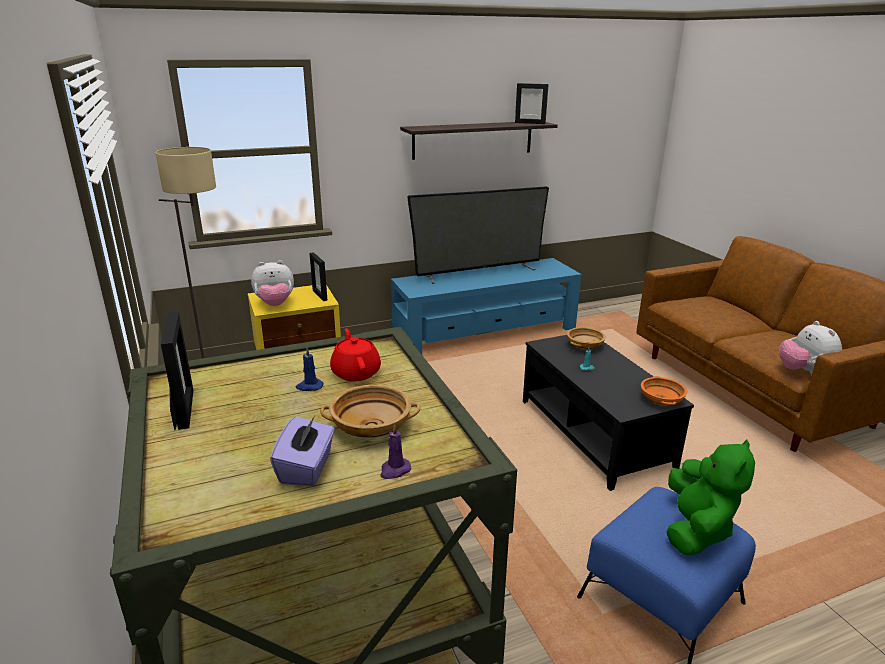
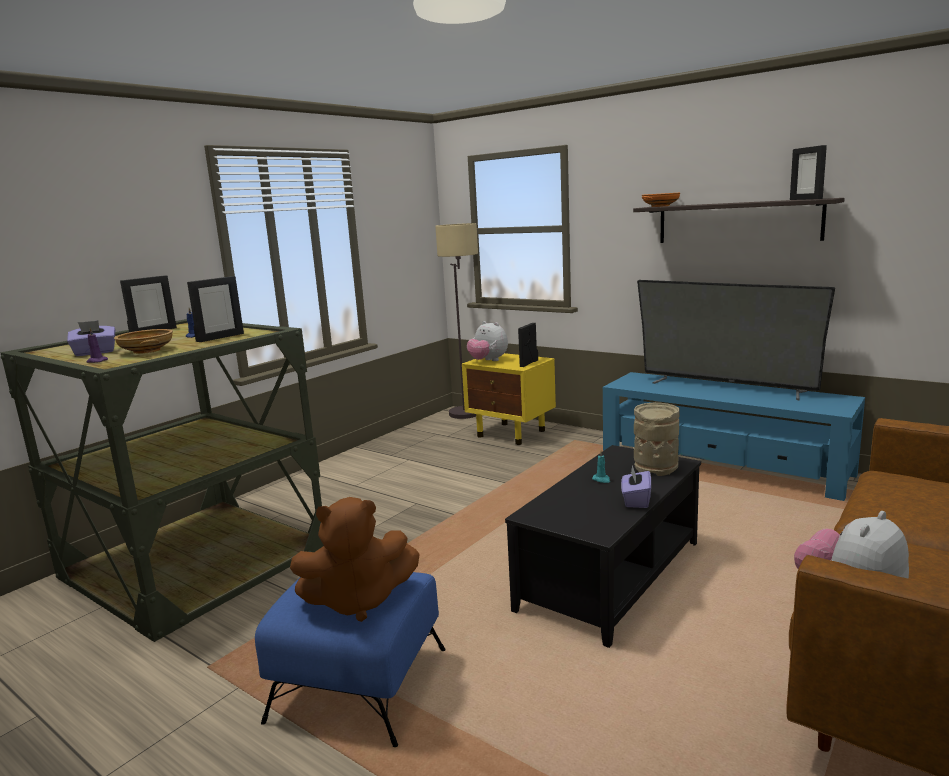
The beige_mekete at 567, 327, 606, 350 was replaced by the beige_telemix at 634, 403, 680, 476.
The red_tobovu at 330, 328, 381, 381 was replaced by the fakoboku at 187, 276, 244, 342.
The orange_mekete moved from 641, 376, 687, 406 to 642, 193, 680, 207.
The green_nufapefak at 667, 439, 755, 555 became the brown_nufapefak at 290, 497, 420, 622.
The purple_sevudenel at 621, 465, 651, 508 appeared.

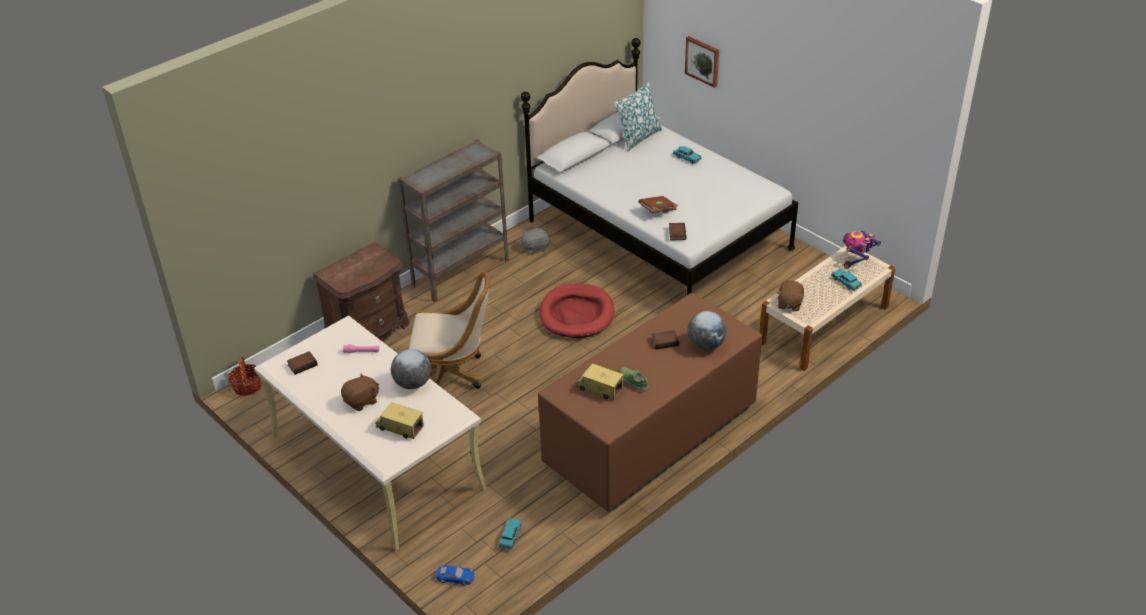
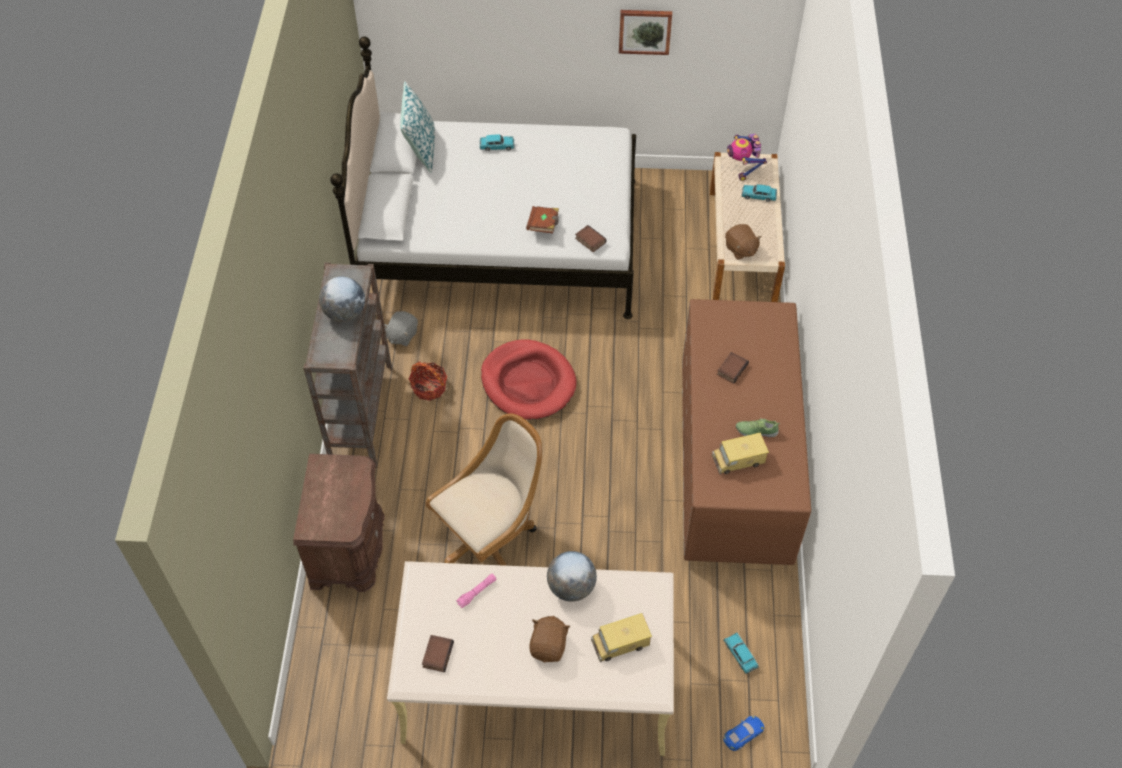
The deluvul moved from 685, 36, 719, 88 to 619, 10, 672, 55.
The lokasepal moved from 687, 311, 727, 350 to 319, 276, 365, 322.
The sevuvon moved from 228, 357, 262, 396 to 409, 361, 447, 401.

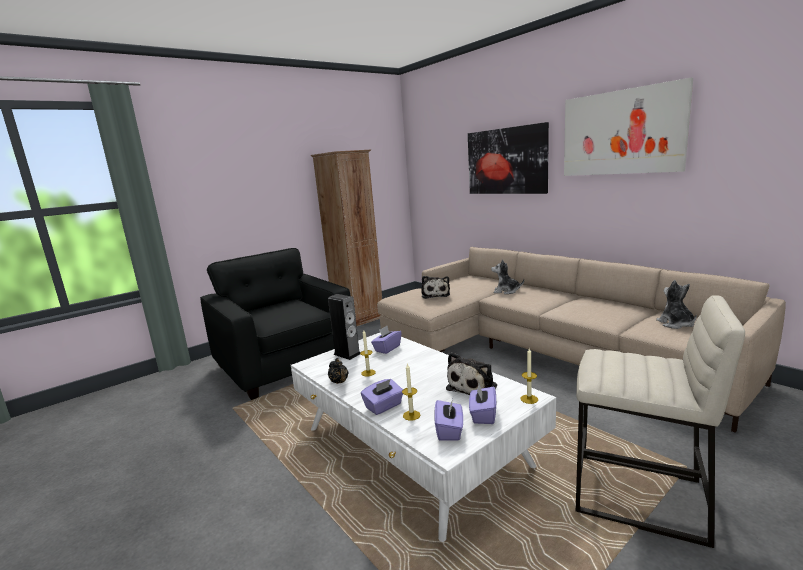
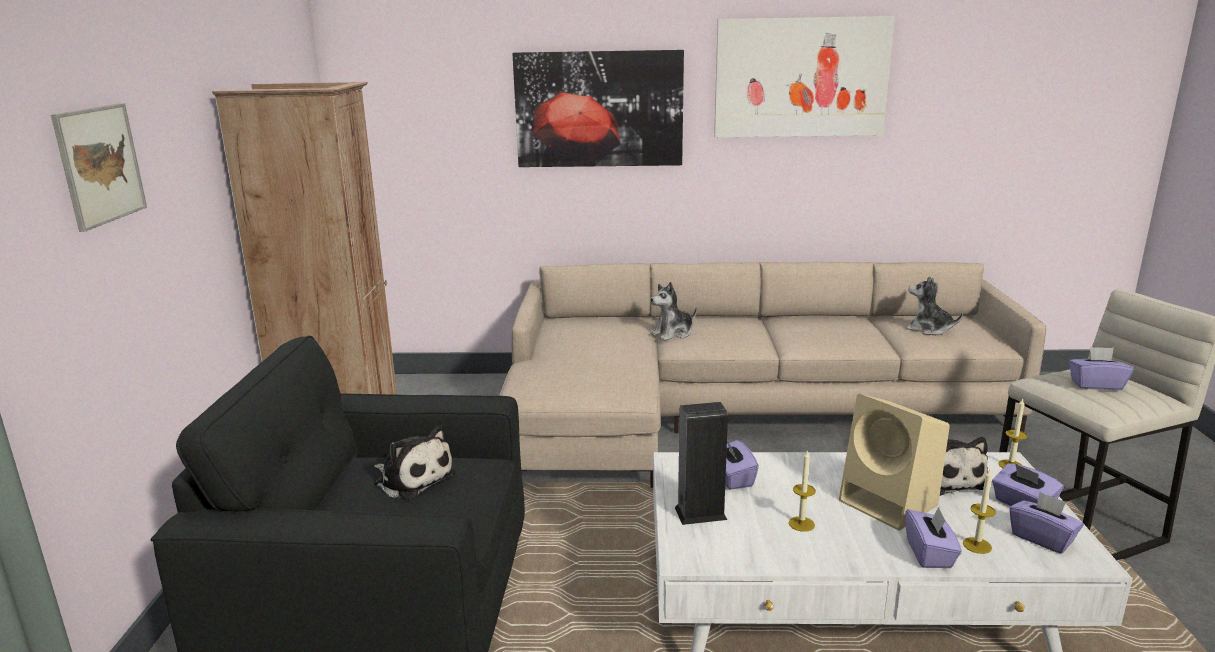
The nufapefak moved from 421, 276, 450, 299 to 374, 426, 455, 500.
The black_tobovu at 328, 358, 348, 384 disappeared.
The deluvul at 51, 103, 147, 232 appeared.
The purple_sevudenel at 1069, 347, 1134, 390 appeared.
The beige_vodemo at 839, 394, 950, 531 appeared.

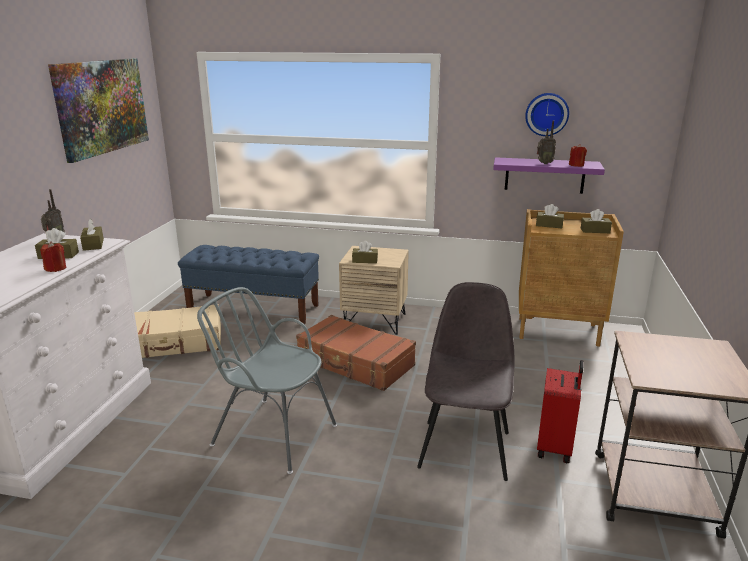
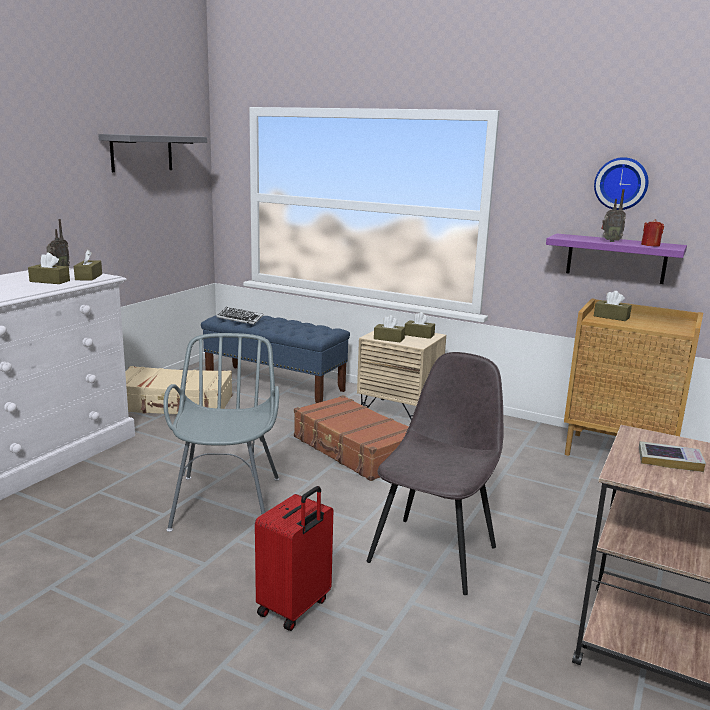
The deluvul at 48, 58, 149, 163 was replaced by the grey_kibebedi at 98, 134, 207, 172.
The brown_sevudenel moved from 581, 209, 612, 233 to 405, 312, 435, 339.
The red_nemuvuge at 40, 241, 66, 272 disappeared.
The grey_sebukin at 197, 287, 337, 474 turned 45 degrees clockwise.
The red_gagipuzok moved from 537, 360, 583, 464 to 255, 486, 333, 631.
The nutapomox at 216, 307, 264, 325 appeared.
The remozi at 639, 441, 706, 472 appeared.

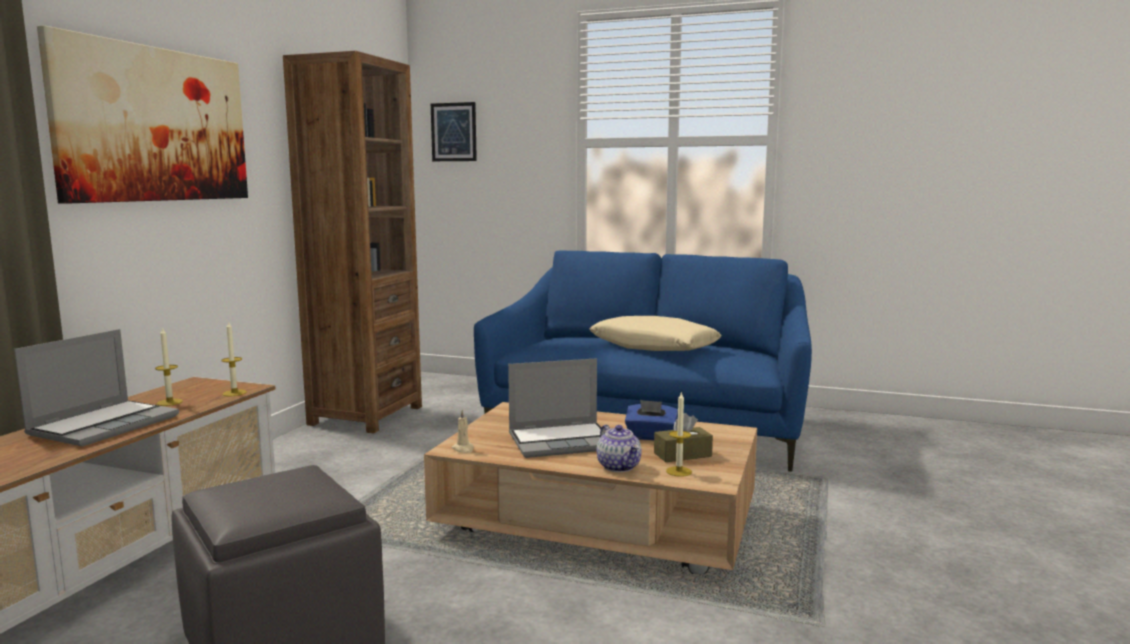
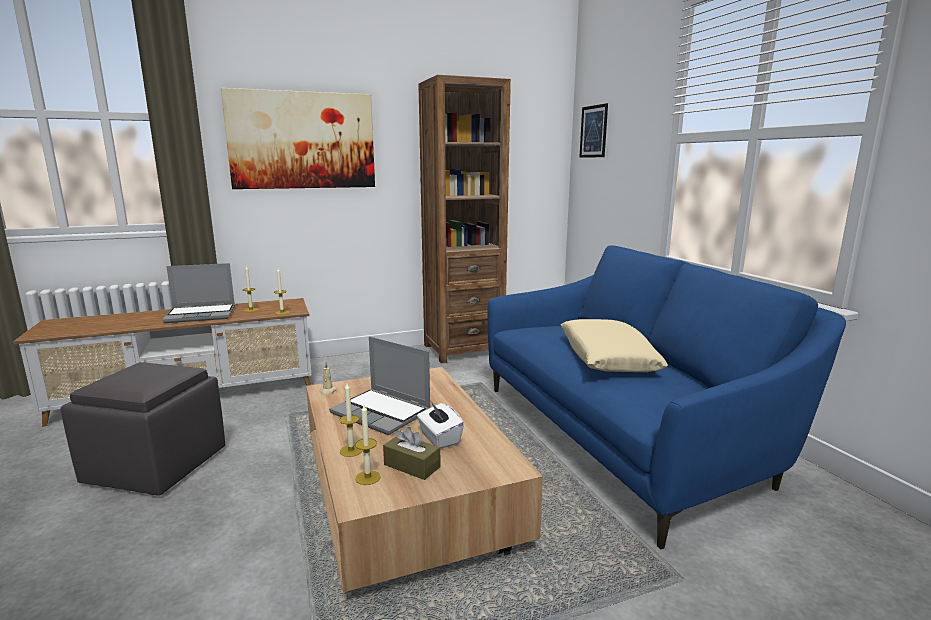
The blue_sevudenel at 625, 400, 678, 440 became the white_sevudenel at 417, 401, 464, 449.
The tobovu at 596, 425, 641, 472 was replaced by the nemuvuge at 339, 383, 363, 457.

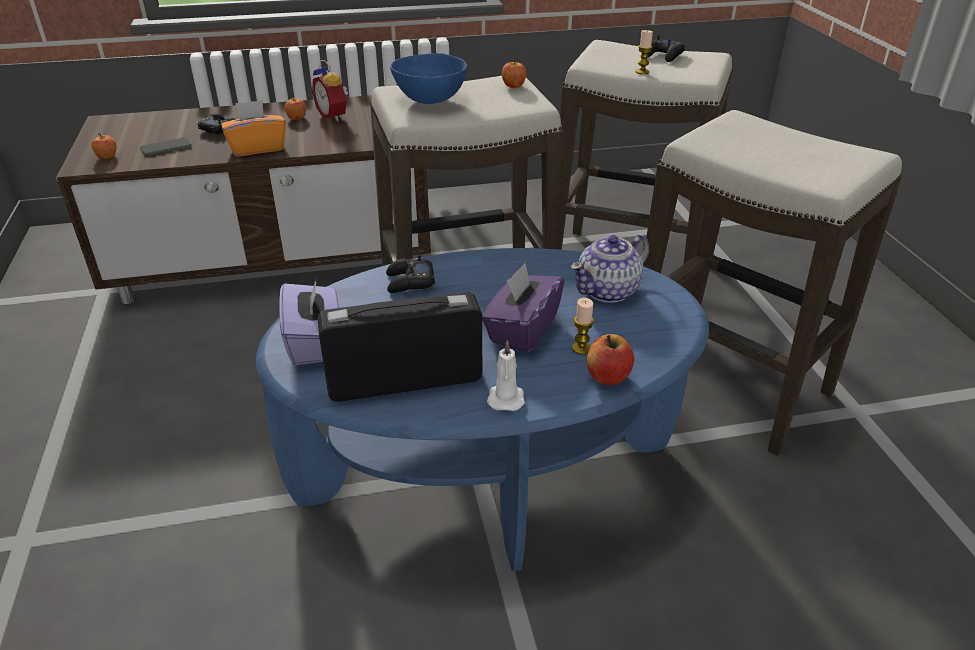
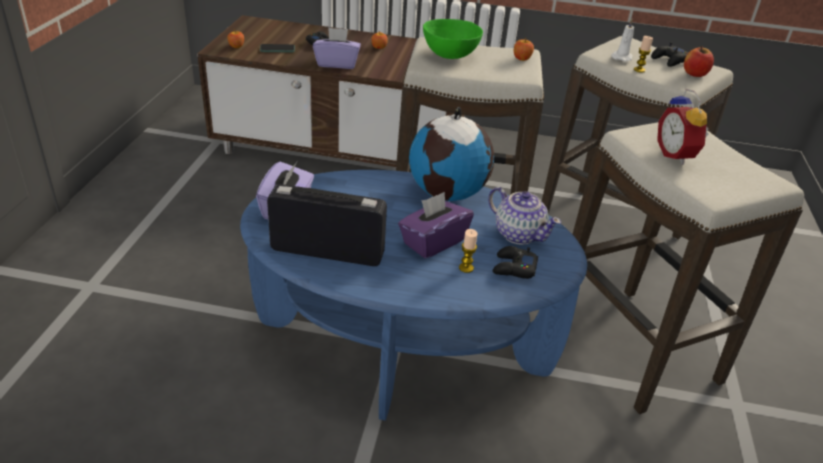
The blue_mekete at 390, 53, 467, 104 became the green_mekete at 423, 19, 483, 59.
The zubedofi moved from 312, 60, 348, 121 to 657, 89, 709, 165.
The orange_sevudenel at 221, 100, 286, 156 became the purple_sevudenel at 313, 27, 361, 69.
The tobovu at 571, 234, 649, 303 turned 120 degrees counterclockwise.
The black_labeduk moved from 386, 255, 435, 293 to 493, 246, 538, 279.
The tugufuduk moved from 587, 334, 634, 385 to 684, 46, 714, 77.
The white_nemuvuge moved from 487, 340, 525, 411 to 611, 19, 634, 62.
The lokasepal at 409, 107, 494, 201 appeared.

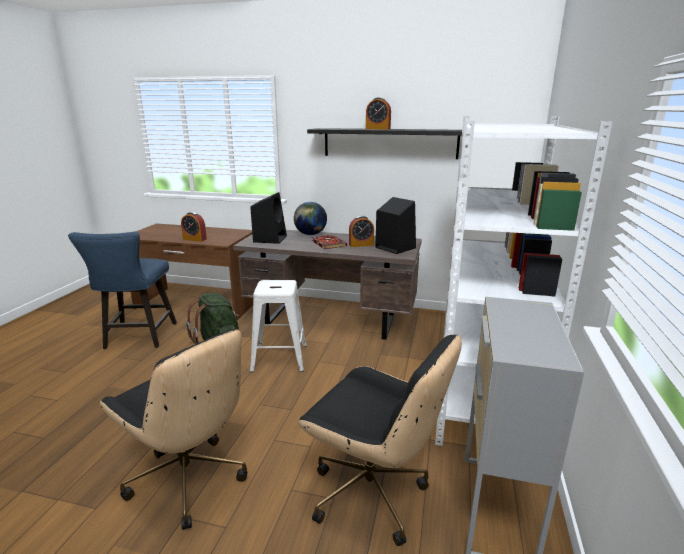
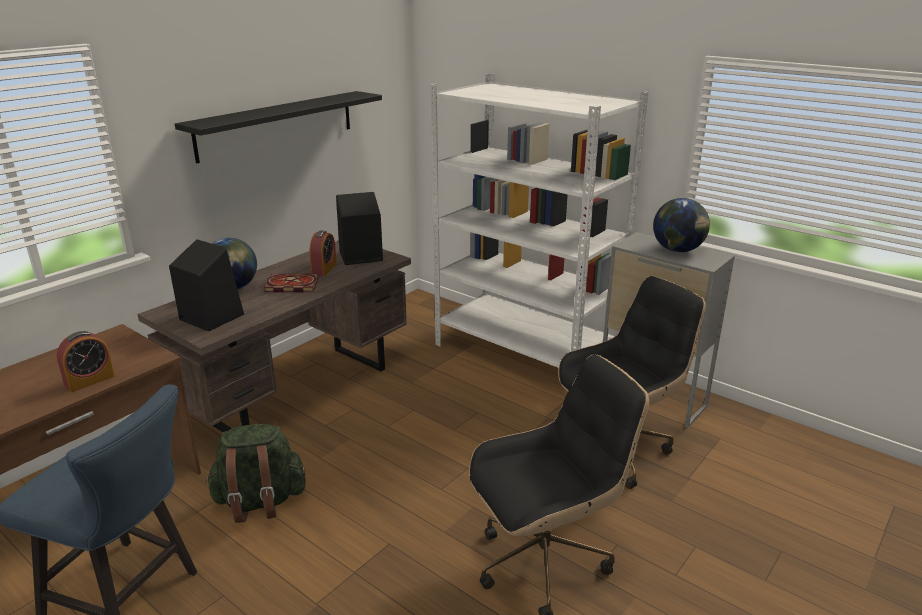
The zubedofi at 366, 97, 391, 130 disappeared.
The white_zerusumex at 250, 280, 307, 372 disappeared.
The lokasepal at 653, 198, 710, 252 appeared.

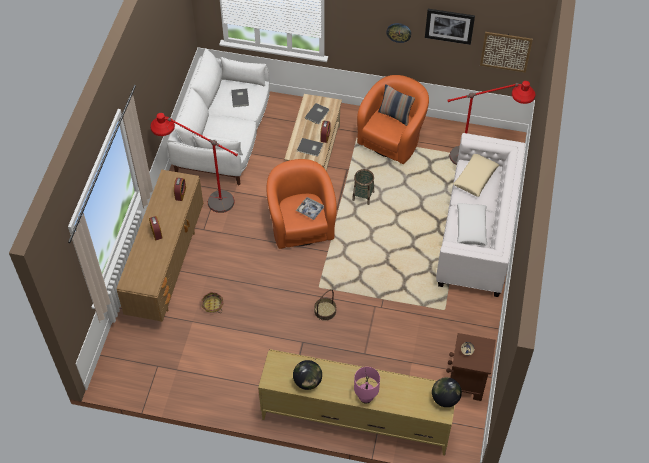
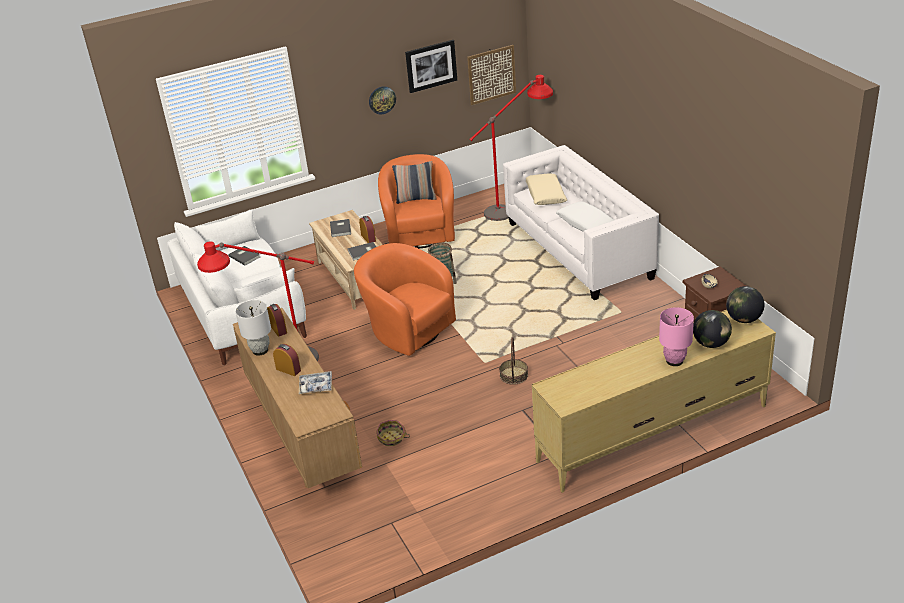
The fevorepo moved from 296, 197, 324, 220 to 299, 371, 332, 394.
The lokasepal moved from 293, 360, 322, 390 to 693, 310, 732, 348.
The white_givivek at 235, 300, 271, 356 appeared.

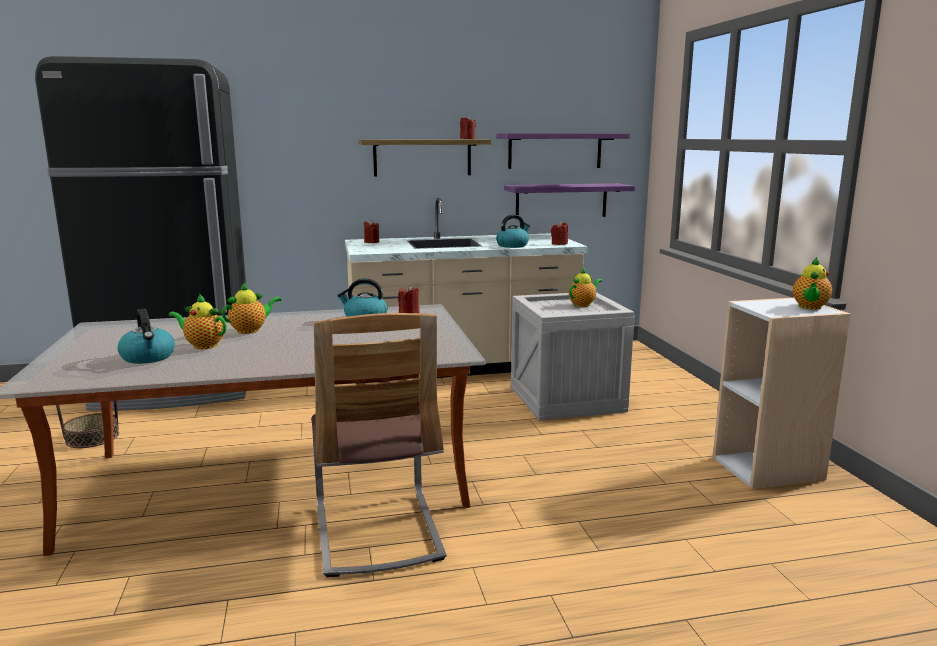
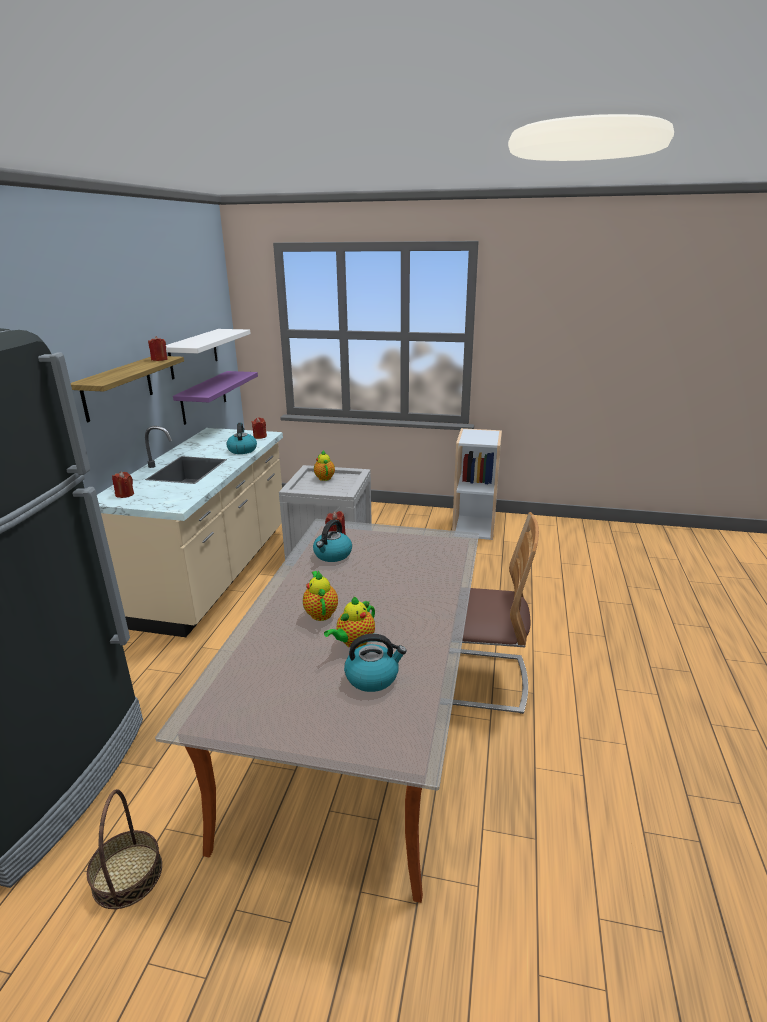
The purple_kibebedi at 496, 133, 630, 169 became the white_kibebedi at 166, 329, 251, 379.
The tobovu at 793, 257, 832, 310 disappeared.

